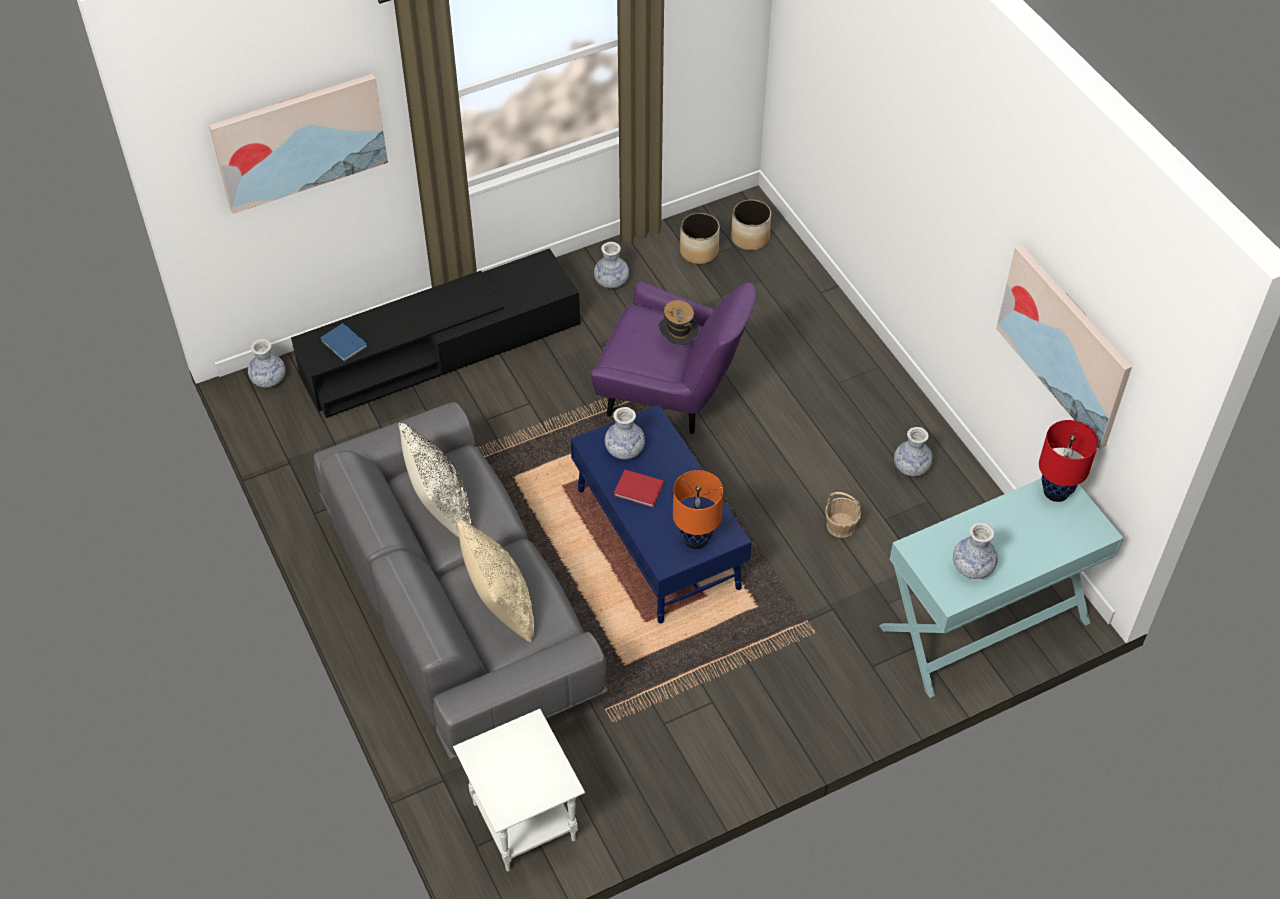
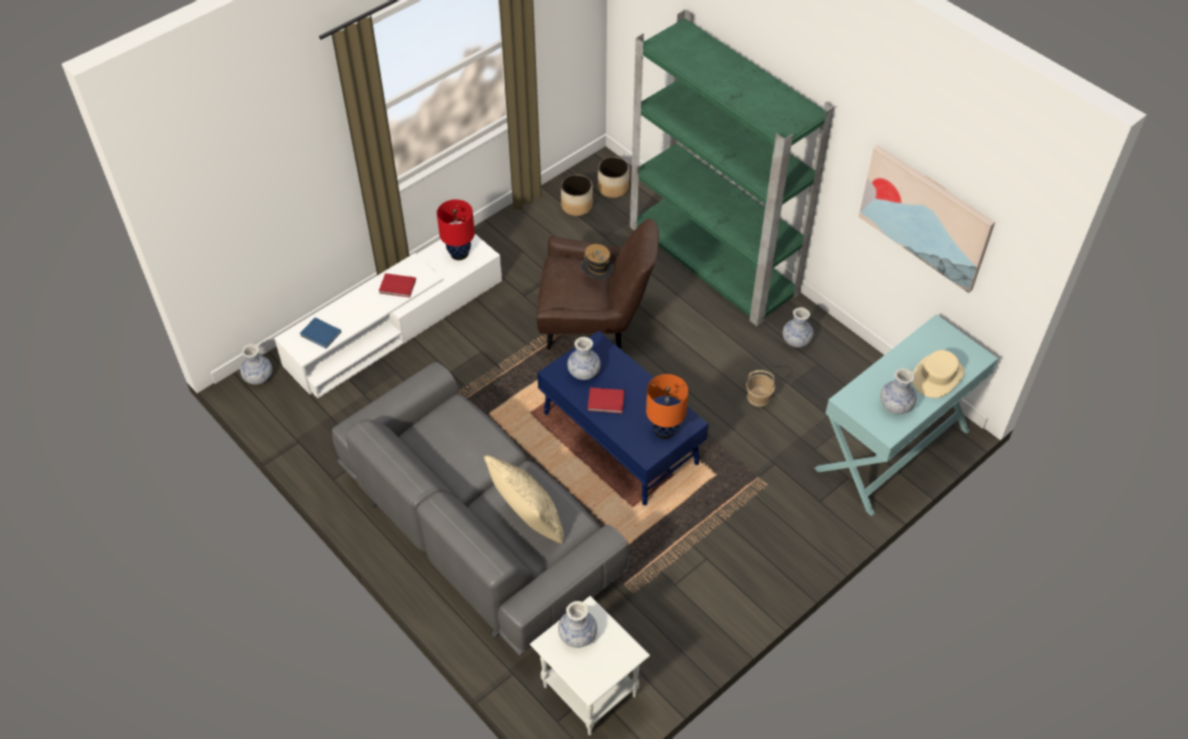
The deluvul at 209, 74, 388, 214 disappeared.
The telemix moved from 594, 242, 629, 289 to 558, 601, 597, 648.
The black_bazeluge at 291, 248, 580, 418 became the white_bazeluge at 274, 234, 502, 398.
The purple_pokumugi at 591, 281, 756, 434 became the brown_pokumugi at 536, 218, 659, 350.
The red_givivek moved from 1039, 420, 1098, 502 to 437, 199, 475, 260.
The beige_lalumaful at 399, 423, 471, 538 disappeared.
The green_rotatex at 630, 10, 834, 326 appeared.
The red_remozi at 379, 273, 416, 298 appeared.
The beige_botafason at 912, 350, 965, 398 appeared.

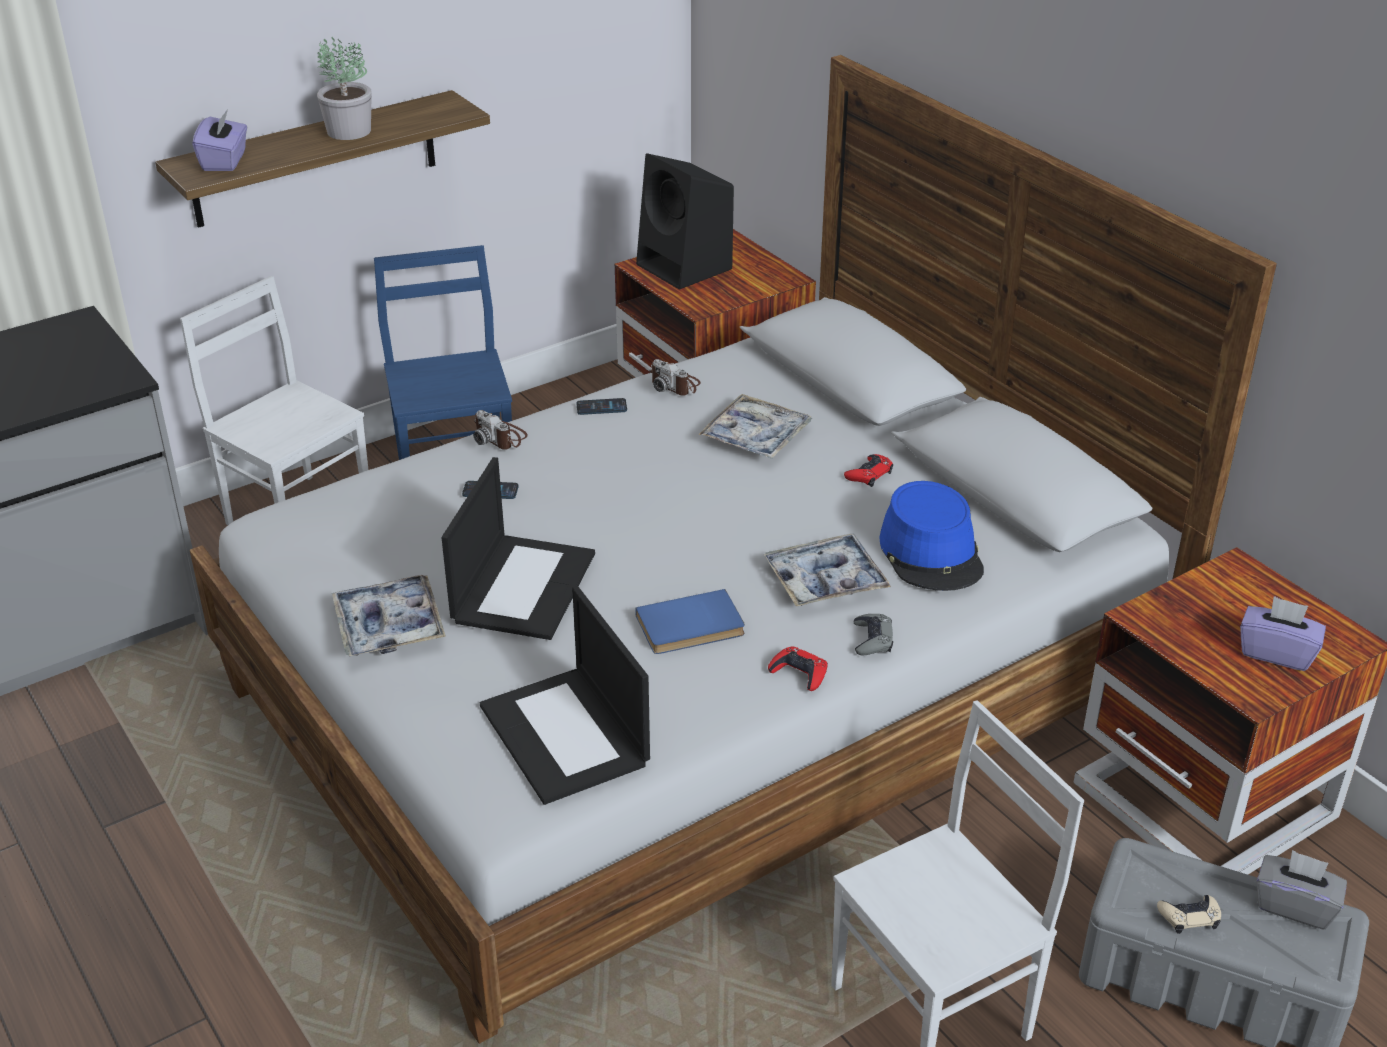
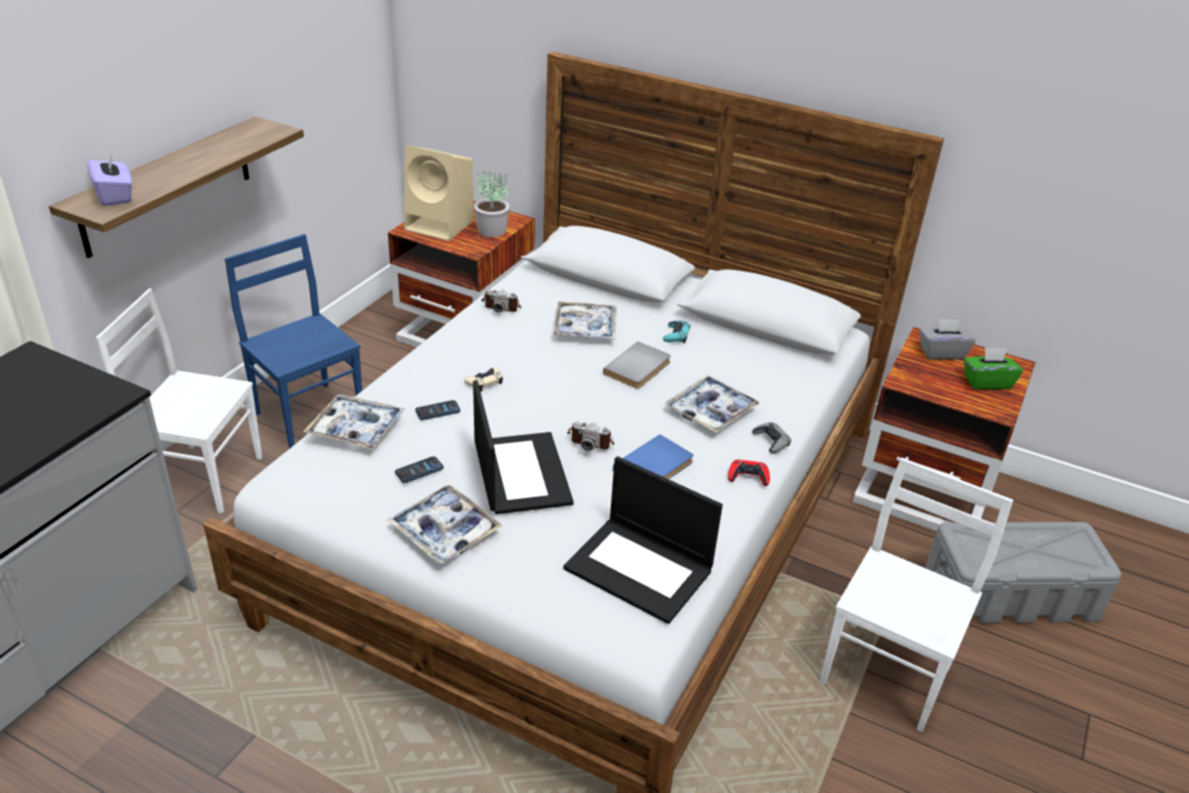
The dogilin moved from 317, 37, 372, 140 to 474, 172, 510, 237.
The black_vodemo at 636, 153, 734, 289 became the beige_vodemo at 404, 145, 474, 241.
The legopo moved from 576, 398, 627, 415 to 395, 456, 444, 483.
The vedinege moved from 473, 410, 528, 450 to 567, 421, 614, 451.
The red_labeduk at 844, 454, 893, 487 became the turquoise_labeduk at 663, 321, 690, 343.
The blue_botafason at 880, 481, 984, 591 disappeared.
The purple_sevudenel at 1240, 596, 1326, 671 became the green_sevudenel at 964, 347, 1023, 390.
The grey_sevudenel moved from 1257, 850, 1347, 930 to 919, 319, 976, 360.
The beige_labeduk moved from 1157, 895, 1221, 934 to 464, 368, 503, 392.
The grey_remozi at 603, 342, 671, 389 appeared.
The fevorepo at 303, 394, 405, 450 appeared.

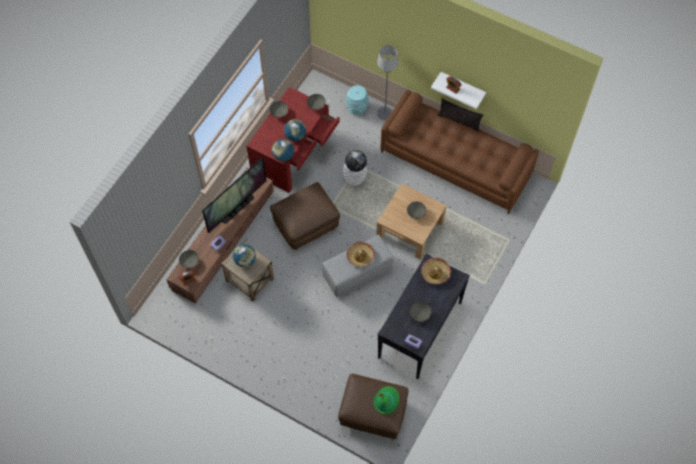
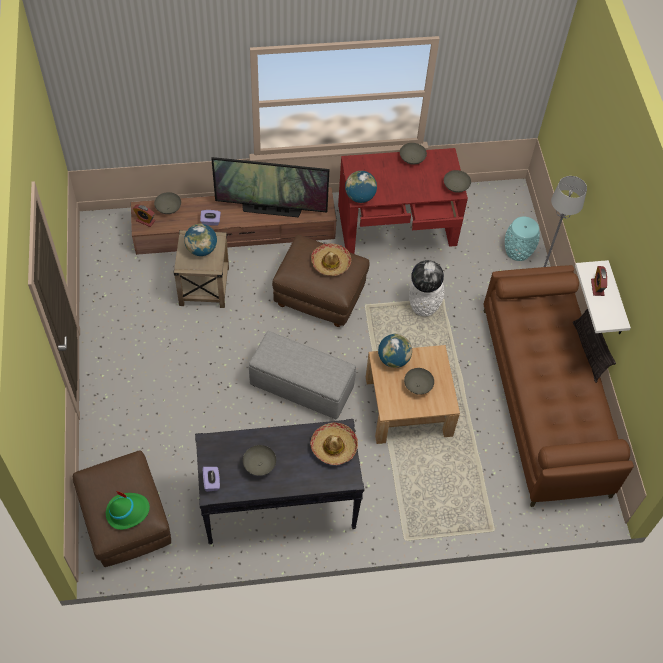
The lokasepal moved from 284, 119, 306, 141 to 378, 334, 412, 368.
The botafason moved from 347, 242, 375, 267 to 311, 243, 352, 276.

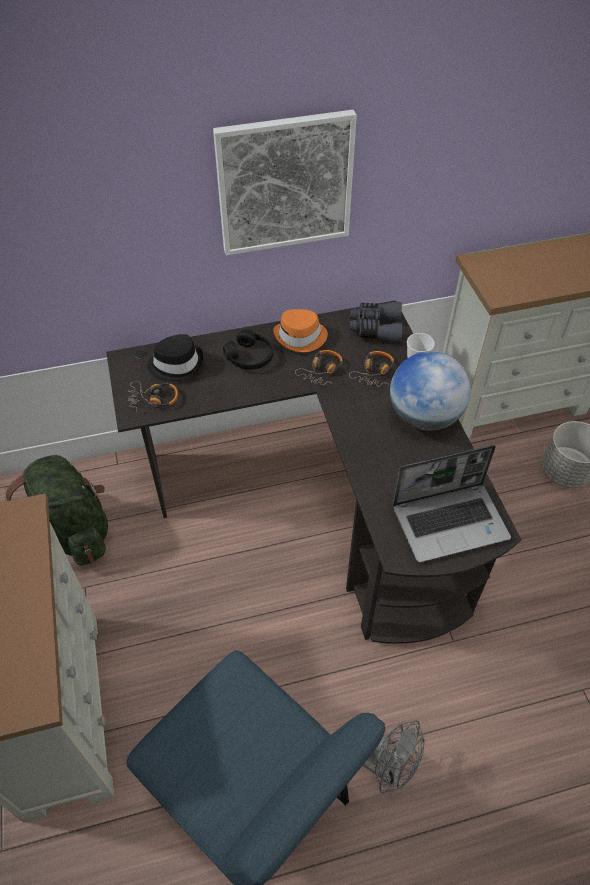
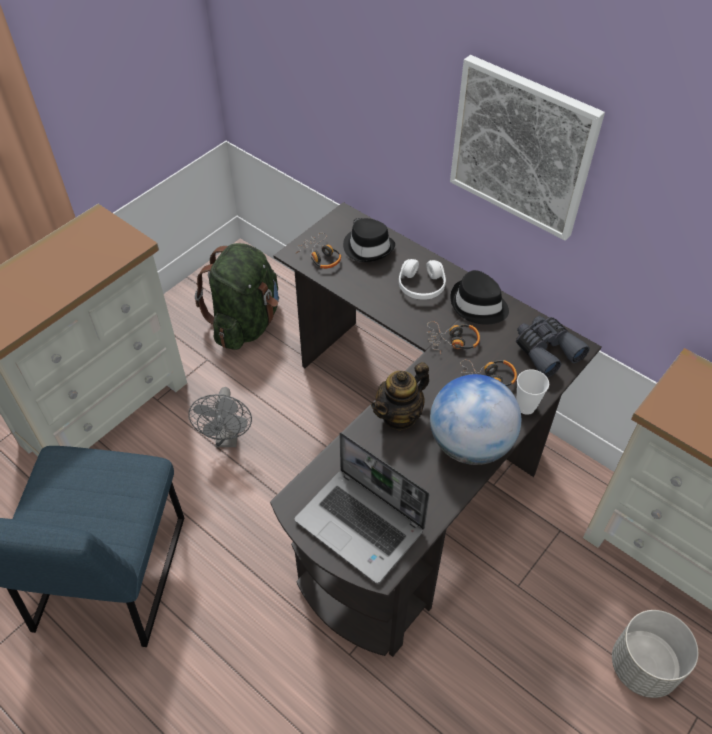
The orange_botafason at 273, 309, 328, 352 became the black_botafason at 450, 270, 509, 325.
The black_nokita at 223, 330, 273, 370 became the white_nokita at 399, 259, 446, 300.
The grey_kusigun moved from 363, 720, 425, 793 to 188, 387, 252, 447.
The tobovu at 371, 362, 429, 431 appeared.

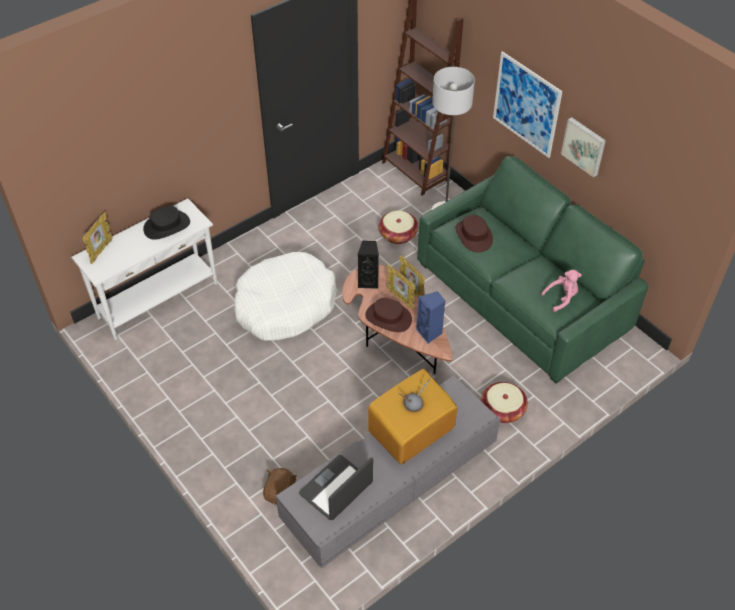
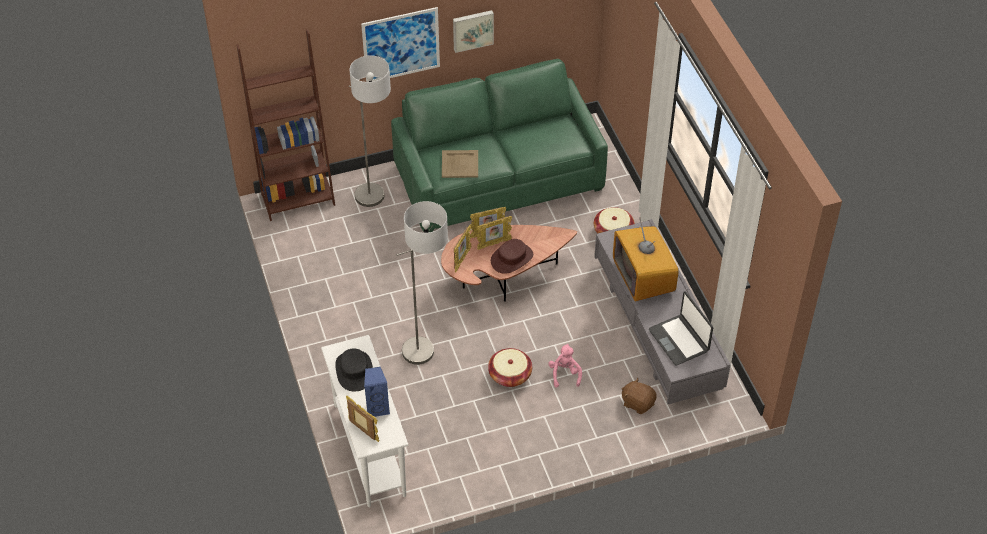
The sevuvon moved from 378, 210, 418, 244 to 488, 348, 532, 387.
The brown_botafason at 456, 215, 493, 252 was replaced by the beige_fevorepo at 442, 150, 478, 178.
The black_vodemo at 358, 241, 379, 289 was replaced by the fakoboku at 454, 224, 472, 273.
The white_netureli at 235, 252, 337, 341 was replaced by the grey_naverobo at 397, 201, 448, 365.
The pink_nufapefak moved from 541, 270, 582, 312 to 548, 344, 582, 387.
The blue_vodemo moved from 416, 291, 445, 344 to 364, 367, 390, 417.

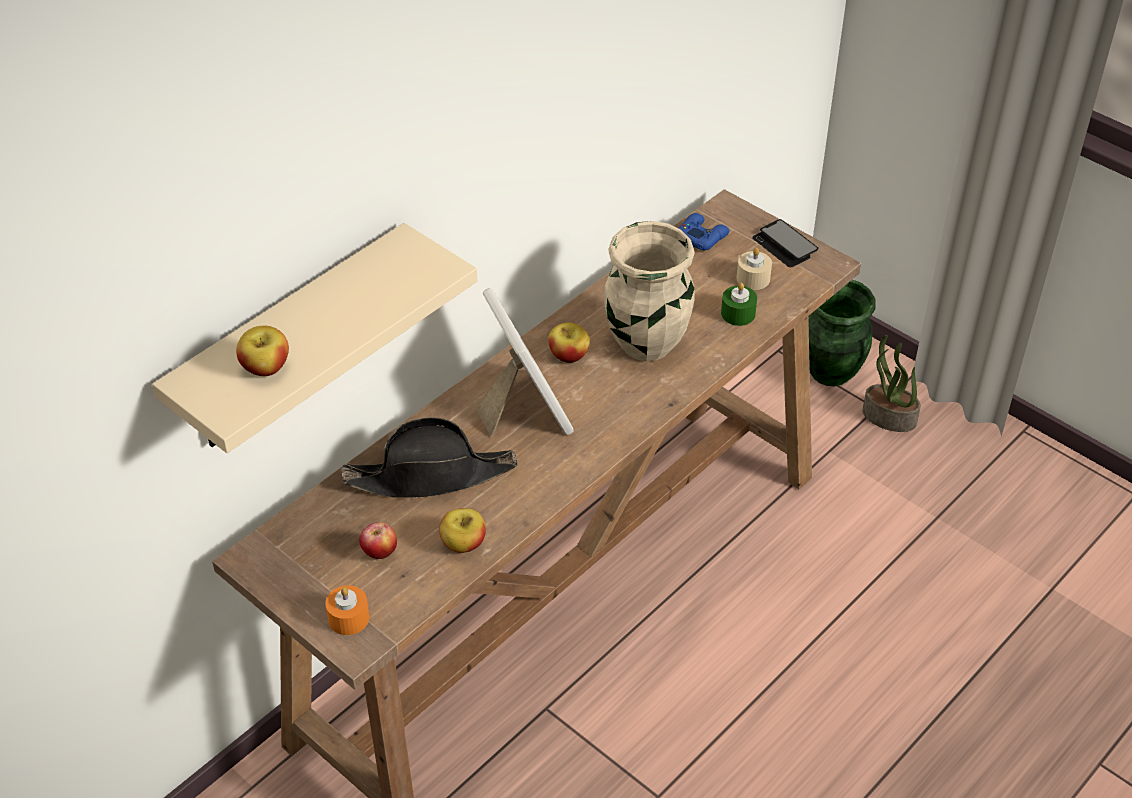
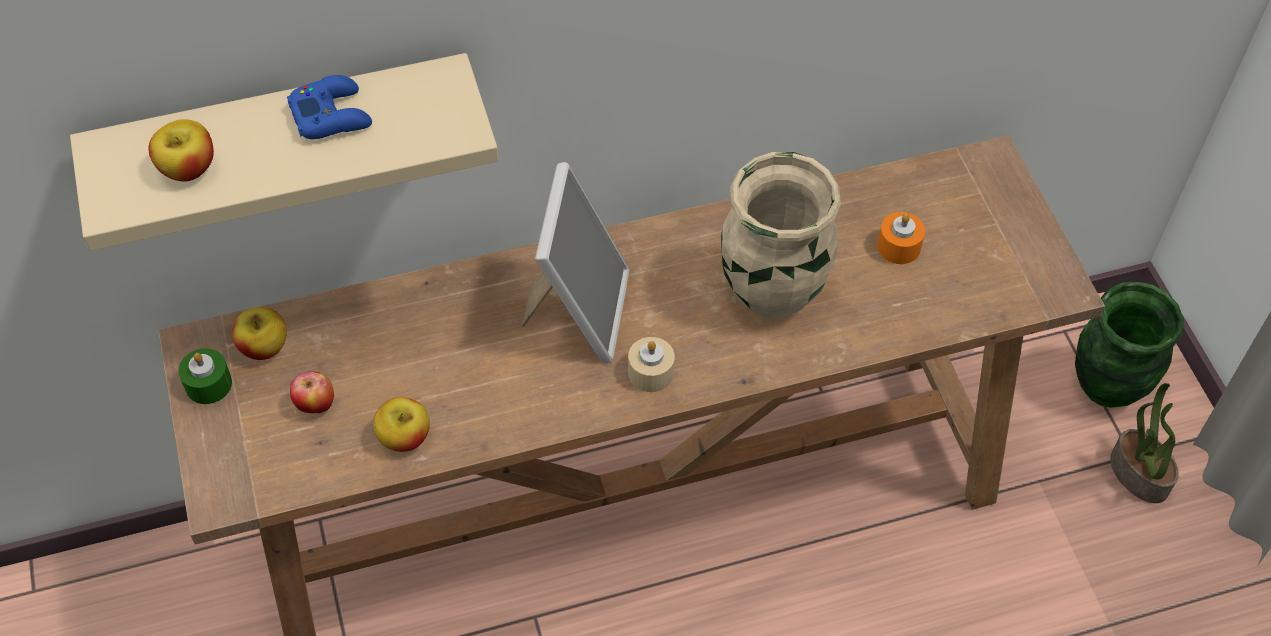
The blue_labeduk moved from 679, 213, 729, 251 to 287, 75, 372, 139.
The legopo at 752, 219, 818, 267 disappeared.
The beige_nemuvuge moved from 736, 247, 772, 290 to 628, 337, 675, 392.
The green_nemuvuge moved from 721, 282, 757, 326 to 178, 348, 232, 404.
The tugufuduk moved from 548, 322, 590, 363 to 232, 307, 287, 360.
The black_botafason at 341, 417, 518, 498 disappeared.
The orange_nemuvuge moved from 325, 585, 369, 635 to 877, 212, 925, 264.

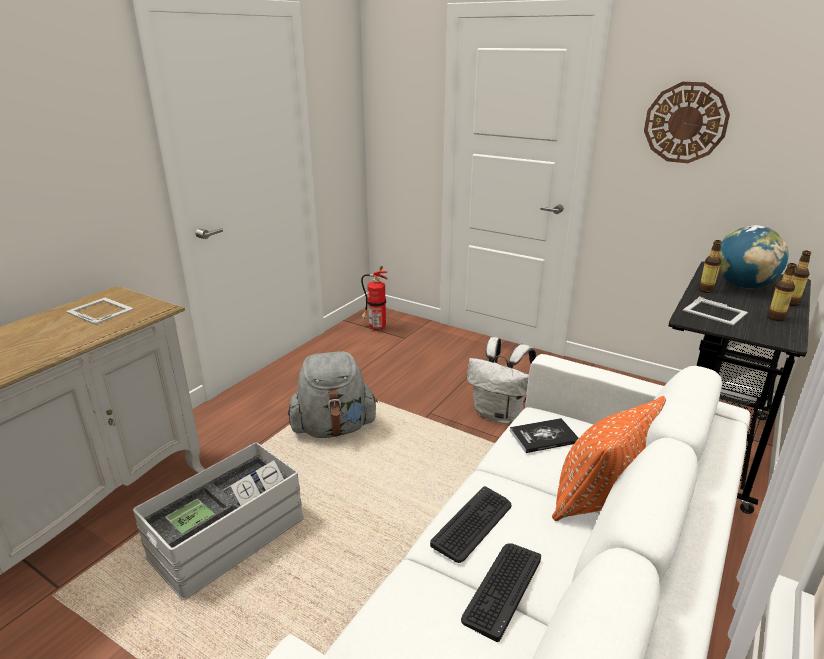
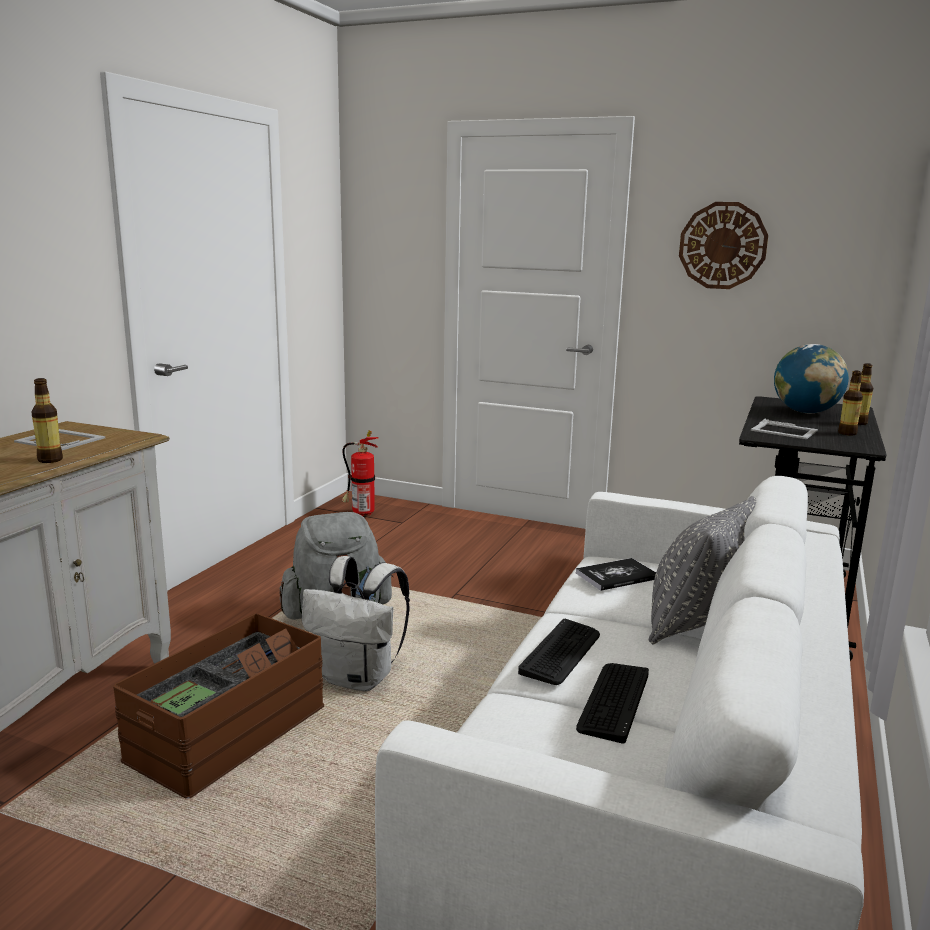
The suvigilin moved from 699, 240, 722, 293 to 31, 378, 63, 463.
The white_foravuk moved from 467, 337, 536, 424 to 302, 556, 410, 692.
The orange_lalumaful at 552, 396, 666, 521 became the grey_lalumaful at 649, 496, 756, 645.
The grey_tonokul at 133, 443, 304, 600 became the brown_tonokul at 113, 613, 324, 799.

